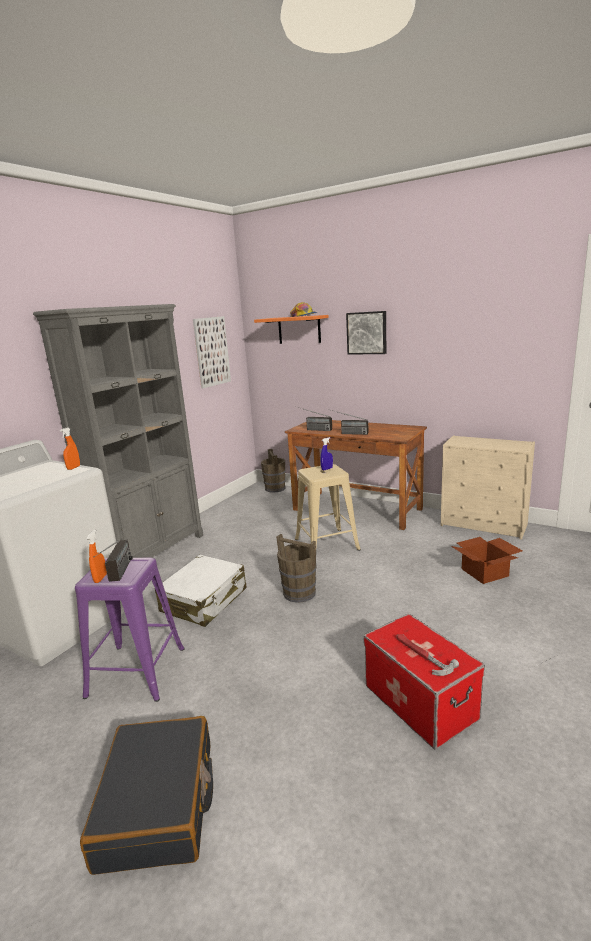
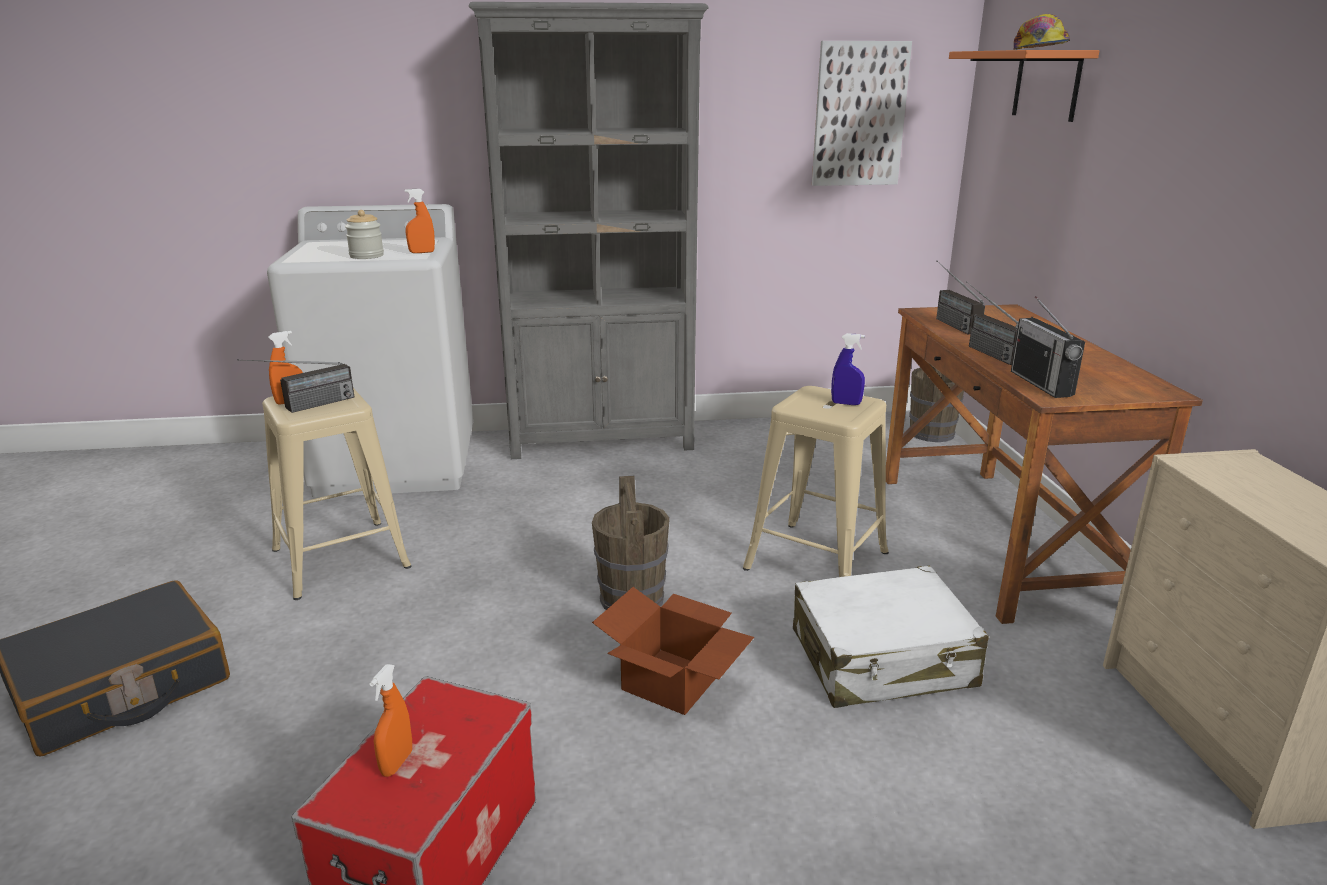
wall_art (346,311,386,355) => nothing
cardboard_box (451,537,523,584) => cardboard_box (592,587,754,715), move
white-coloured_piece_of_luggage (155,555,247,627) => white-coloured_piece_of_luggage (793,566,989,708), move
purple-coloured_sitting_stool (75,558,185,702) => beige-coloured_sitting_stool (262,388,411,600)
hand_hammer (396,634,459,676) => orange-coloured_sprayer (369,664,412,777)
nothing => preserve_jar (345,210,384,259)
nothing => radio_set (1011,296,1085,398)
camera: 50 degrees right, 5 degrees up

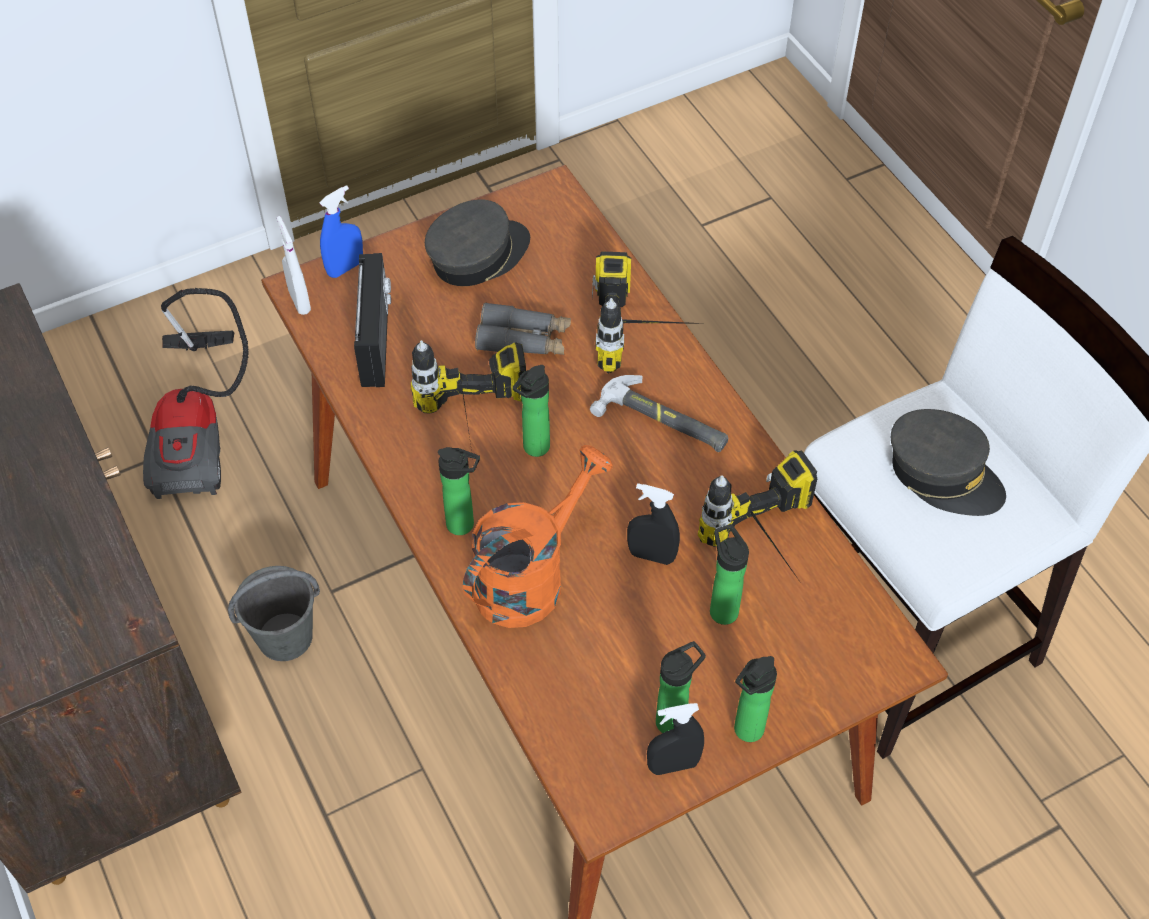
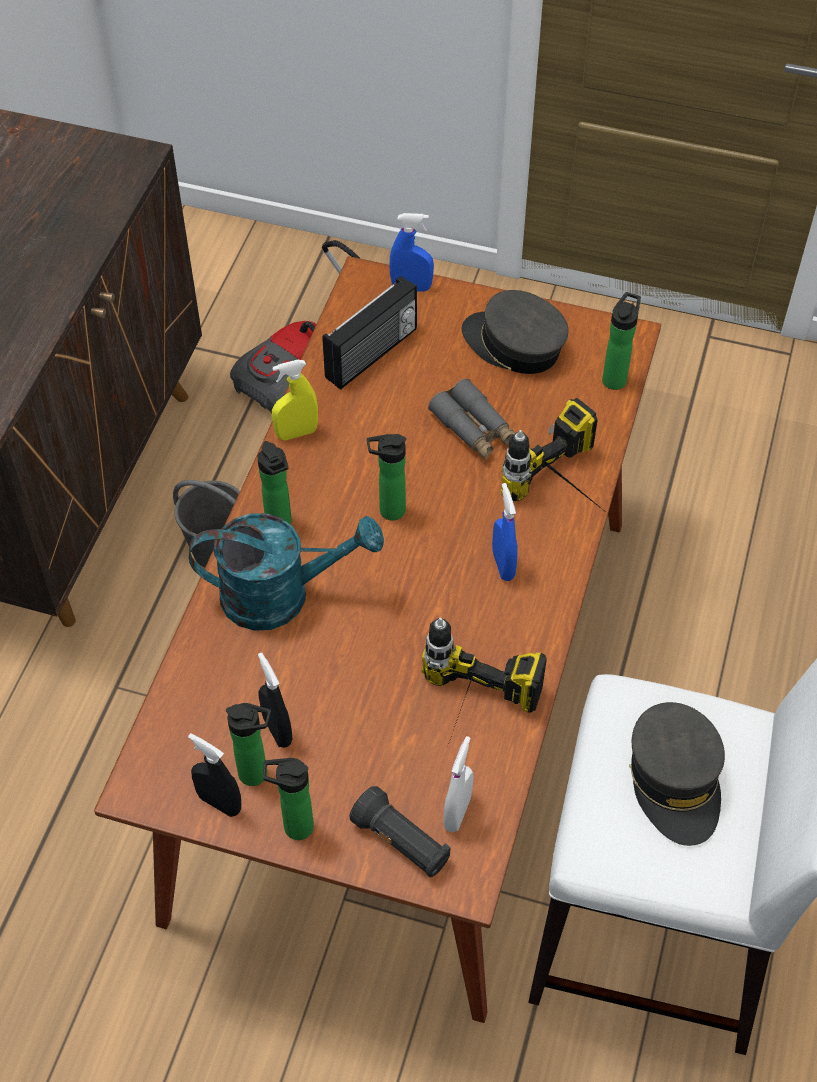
grey_baseball_cap (425,199,530,286) => grey_baseball_cap (462,290,568,374), 150 degrees counterclockwise
white-coloured_sprayer (277,216,311,315) => white-coloured_sprayer (443,736,473,832), move
drill (411,340,526,451) => nothing
hand_hammer (590,375,728,452) => blue-coloured_sprayer (492,483,517,581)
orange-coloured_watering_can (463,445,613,628) => blue-green_watering_can (189,513,384,631)
blackish_sprayer (627,483,680,565) => blackish_sprayer (258,653,292,748), move
drink_bottle (710,524,749,625) => drink_bottle (602,292,641,390), move
nothing => yellow_sprayer (272,360,318,440)
nothing => blackish_flashlight (349,786,450,877)
camera: 45 degrees right, 0 degrees up

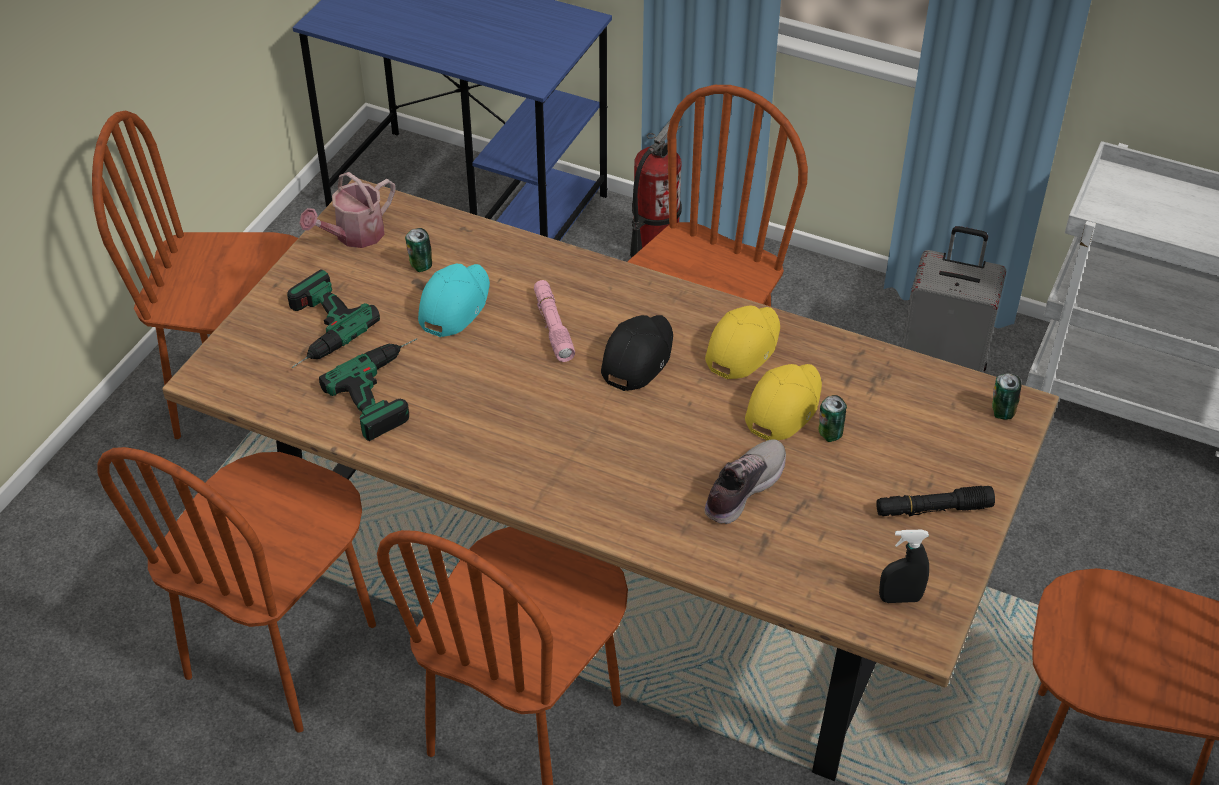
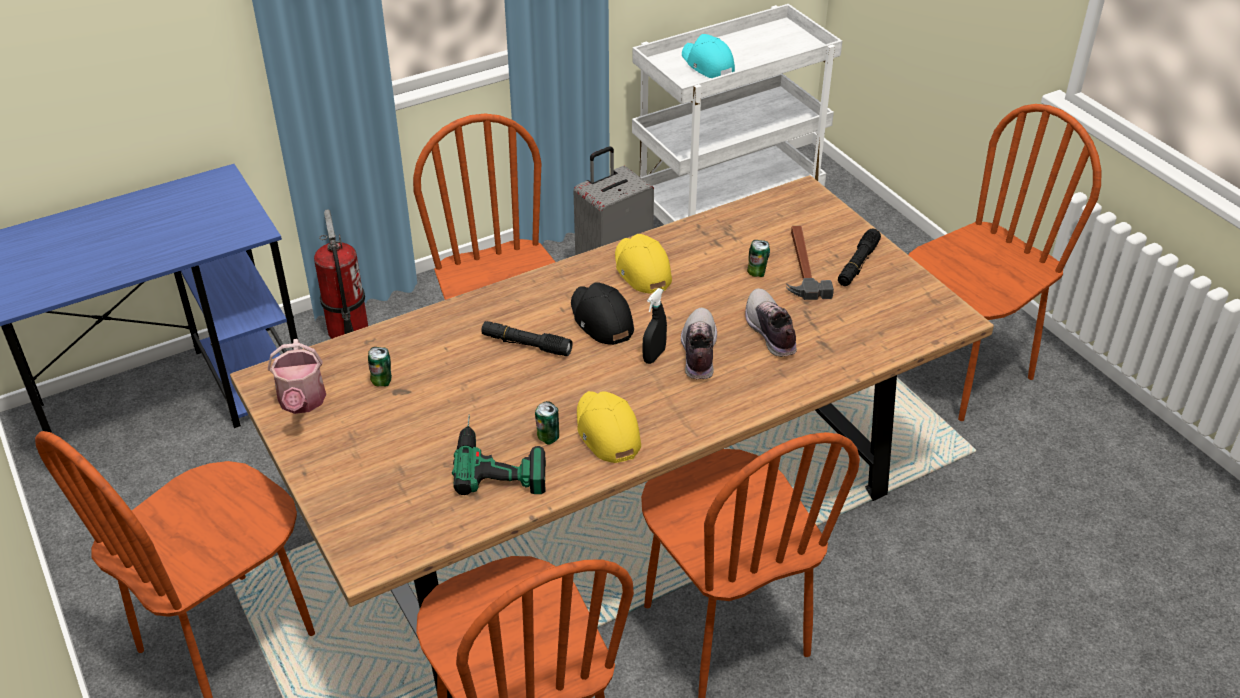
blue-green_baseball_cap (418,264,490,337) => blue-green_baseball_cap (682,34,735,78), move
drill (287,269,380,368) => nothing
pink-coloured_flashlight (534,280,575,362) => blackish_flashlight (481,321,573,356)
yellow_baseball_cap (745,364,822,440) => yellow_baseball_cap (577,391,641,463), move
can (992,373,1022,420) => can (535,401,559,445), move
blackish_sprayer (879,530,929,603) => blackish_sprayer (642,288,667,364), move
nothing => hand_hammer (786,226,834,300)
nothing => low_shoe (681,308,717,380)
camera: 55 degrees left, 5 degrees down

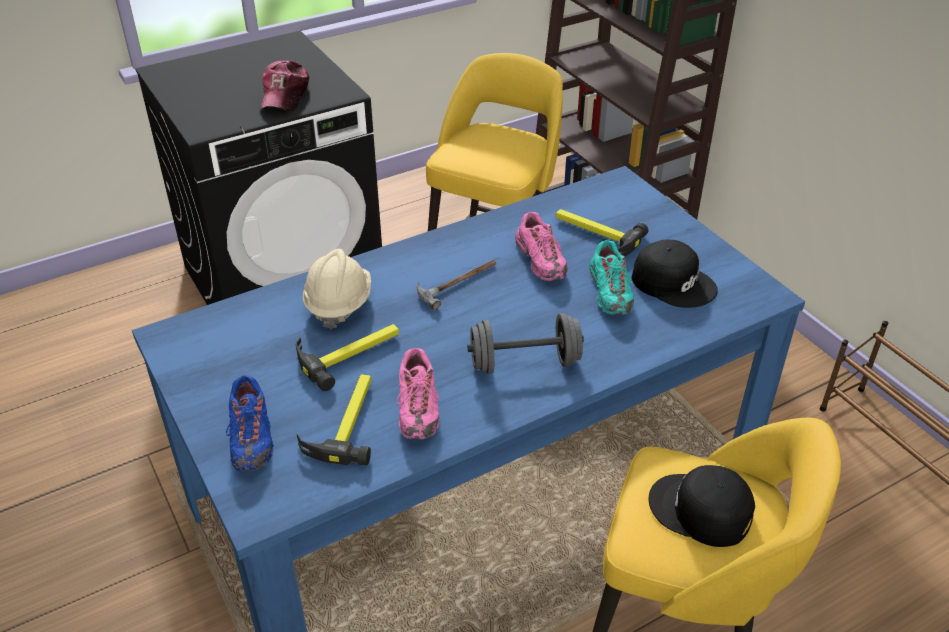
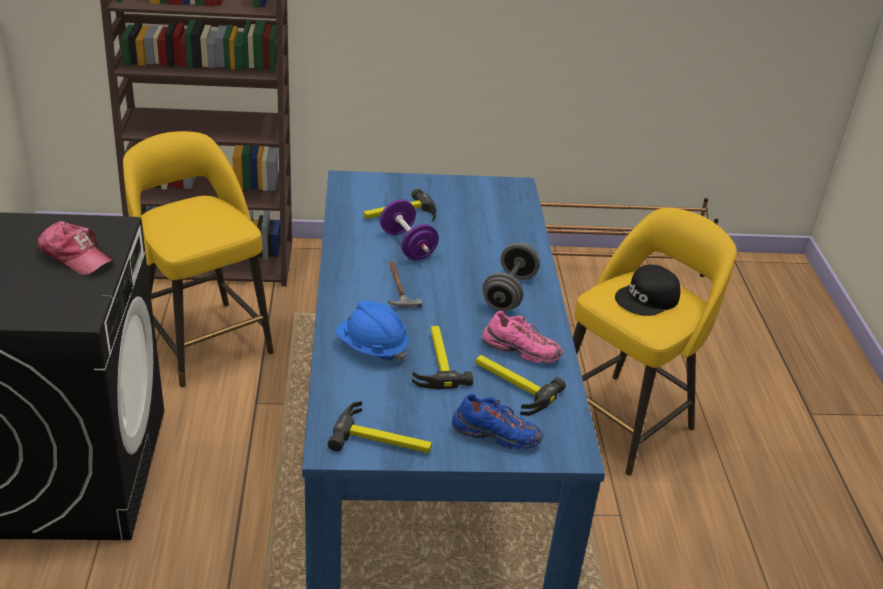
pink-coloured_low_shoe (515,212,568,281) => purple-coloured_hand_weight (380,199,439,260)
blue-green_low_shoe (590,240,634,315) => nothing
blackish_baseball_cap (632,240,718,308) => nothing
beige-coloured_work_helmet (303,249,371,329) => blue-coloured_work_helmet (336,301,409,362)
nothing => hand_hammer (328,401,432,453)
camera: 65 degrees left, 5 degrees down

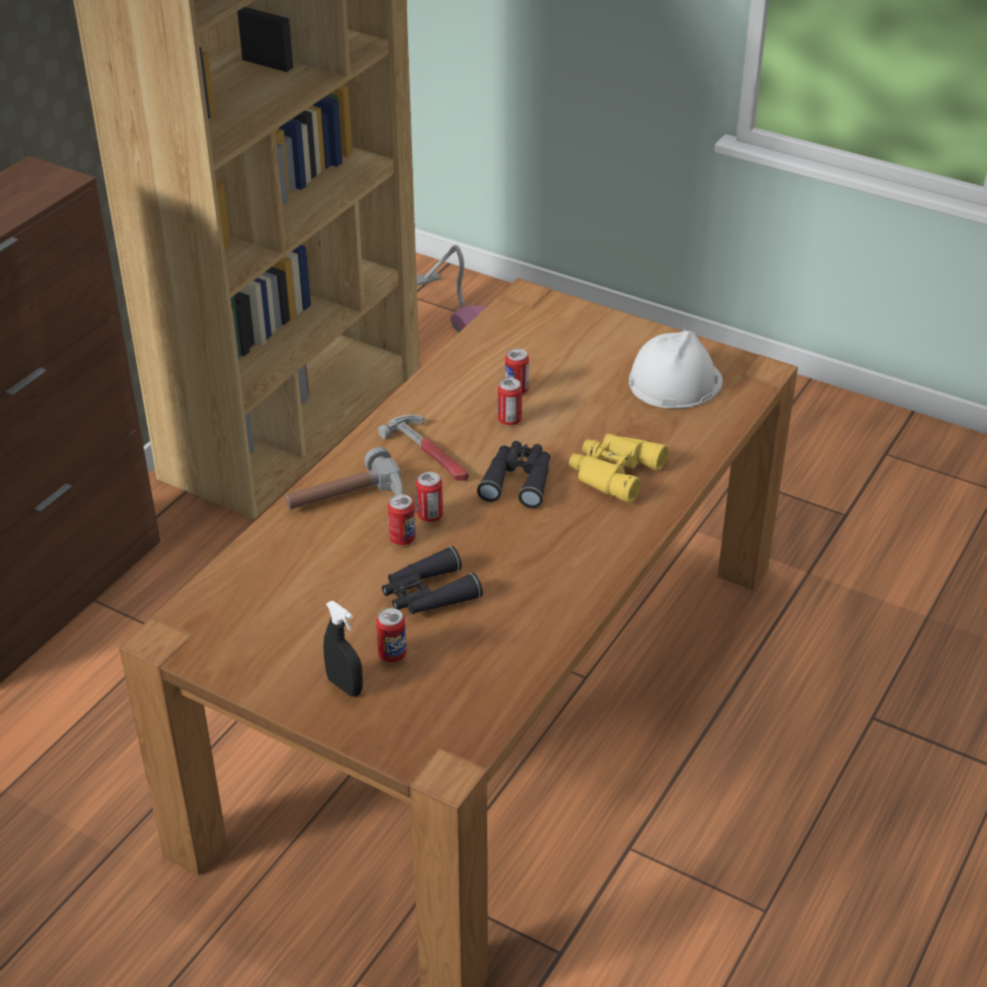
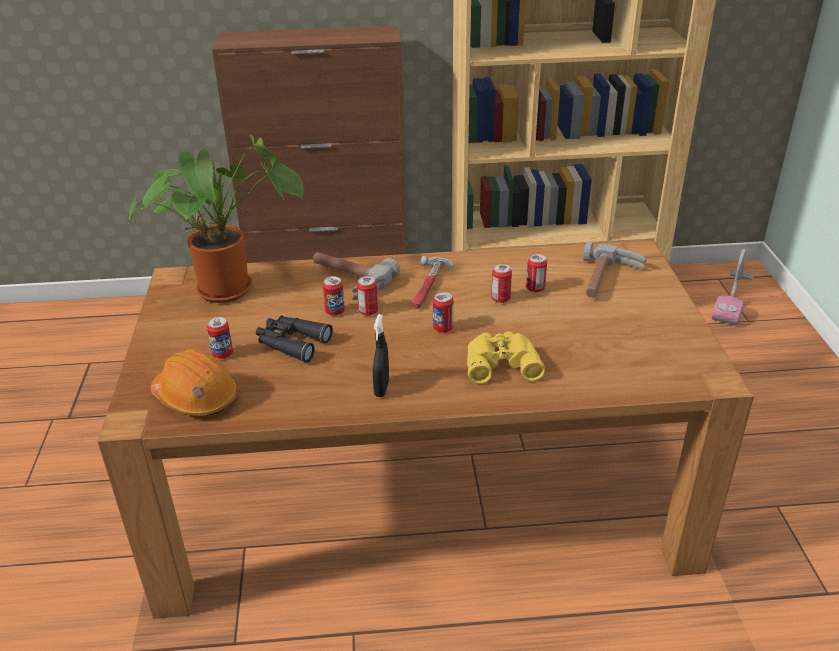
white-coloured_work_helmet (629,331,723,409) => nothing
blackish_field_glasses (477,441,550,508) => can (433,292,453,333)
blackish_sprayer (324,601,363,696) => blackish_sprayer (373,314,389,397), move
nothing => houseplant (128,134,304,303)
nothing => hand_hammer (583,241,647,297)
nothing => orange-coloured_work_helmet (151,349,239,416)
camera: 55 degrees right, 5 degrees down

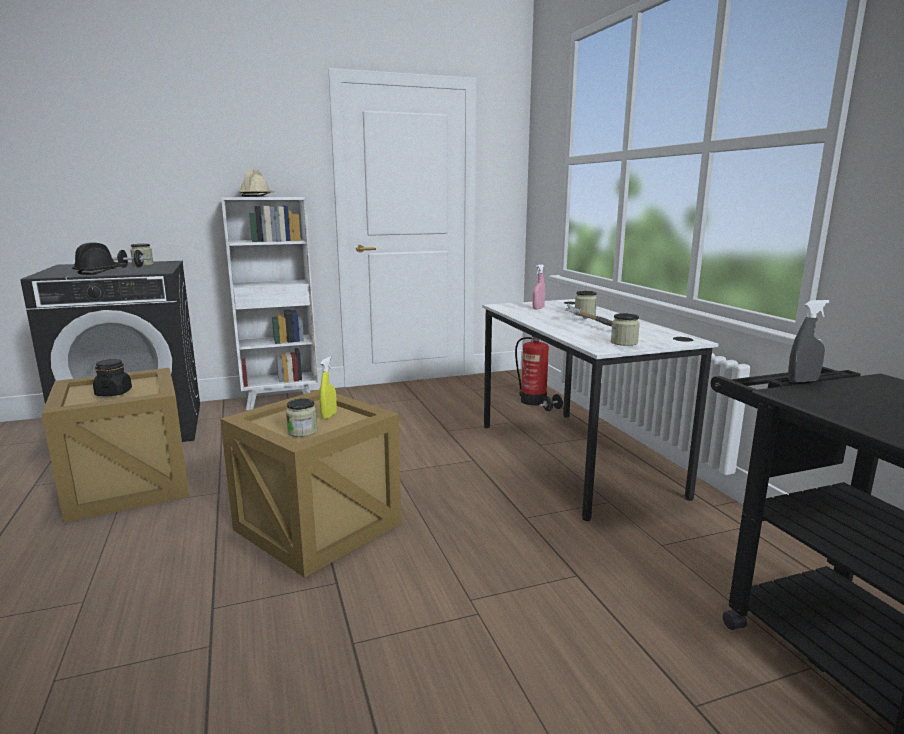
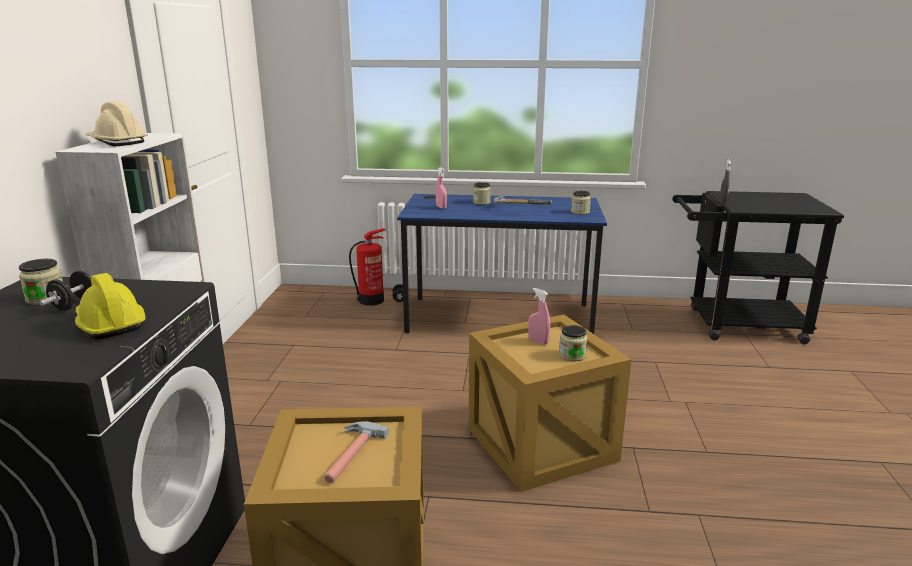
blackish_work_helmet (72,243,128,275) => yellow_work_helmet (75,273,146,339)
white-coloured_desk_table (482,299,719,521) => blue-coloured_desk_table (397,194,607,334)
yellow_sprayer (319,356,337,419) => pink-coloured_sprayer (528,288,550,345)
blackish_preserve_jar (93,359,132,396) => hand_hammer (325,421,389,483)
camera: 65 degrees left, 5 degrees up

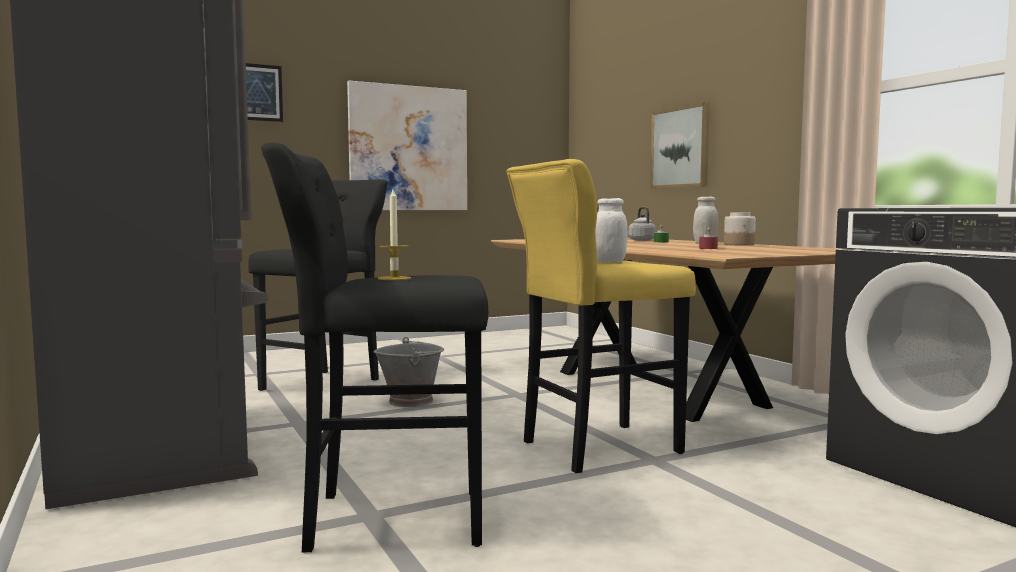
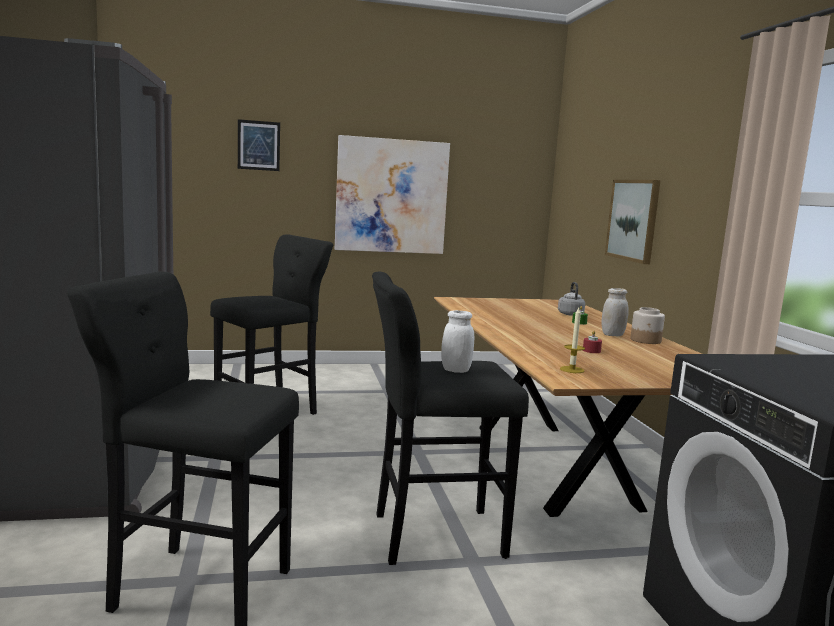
yellow_sitting_stool (506,159,696,473) => blackish_sitting_stool (372,272,529,565)
wax_light (378,189,411,280) => wax_light (560,308,585,373), move
grey_pail (374,337,444,407) => nothing
camera: 15 degrees right, 5 degrees up

